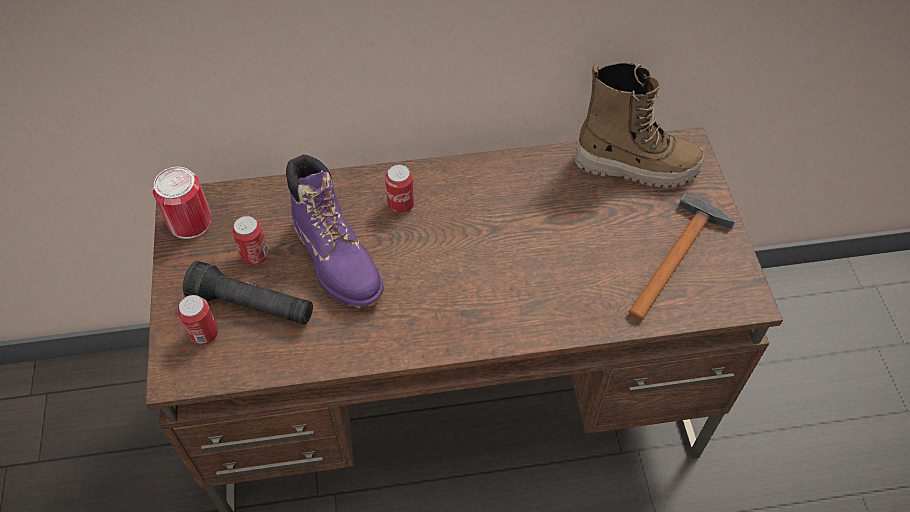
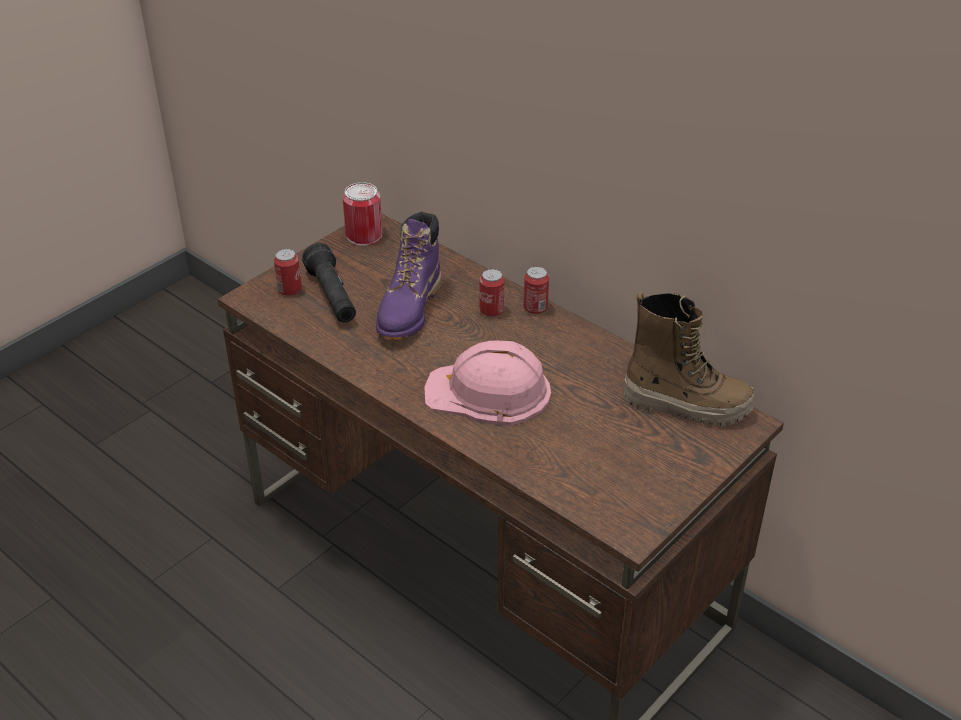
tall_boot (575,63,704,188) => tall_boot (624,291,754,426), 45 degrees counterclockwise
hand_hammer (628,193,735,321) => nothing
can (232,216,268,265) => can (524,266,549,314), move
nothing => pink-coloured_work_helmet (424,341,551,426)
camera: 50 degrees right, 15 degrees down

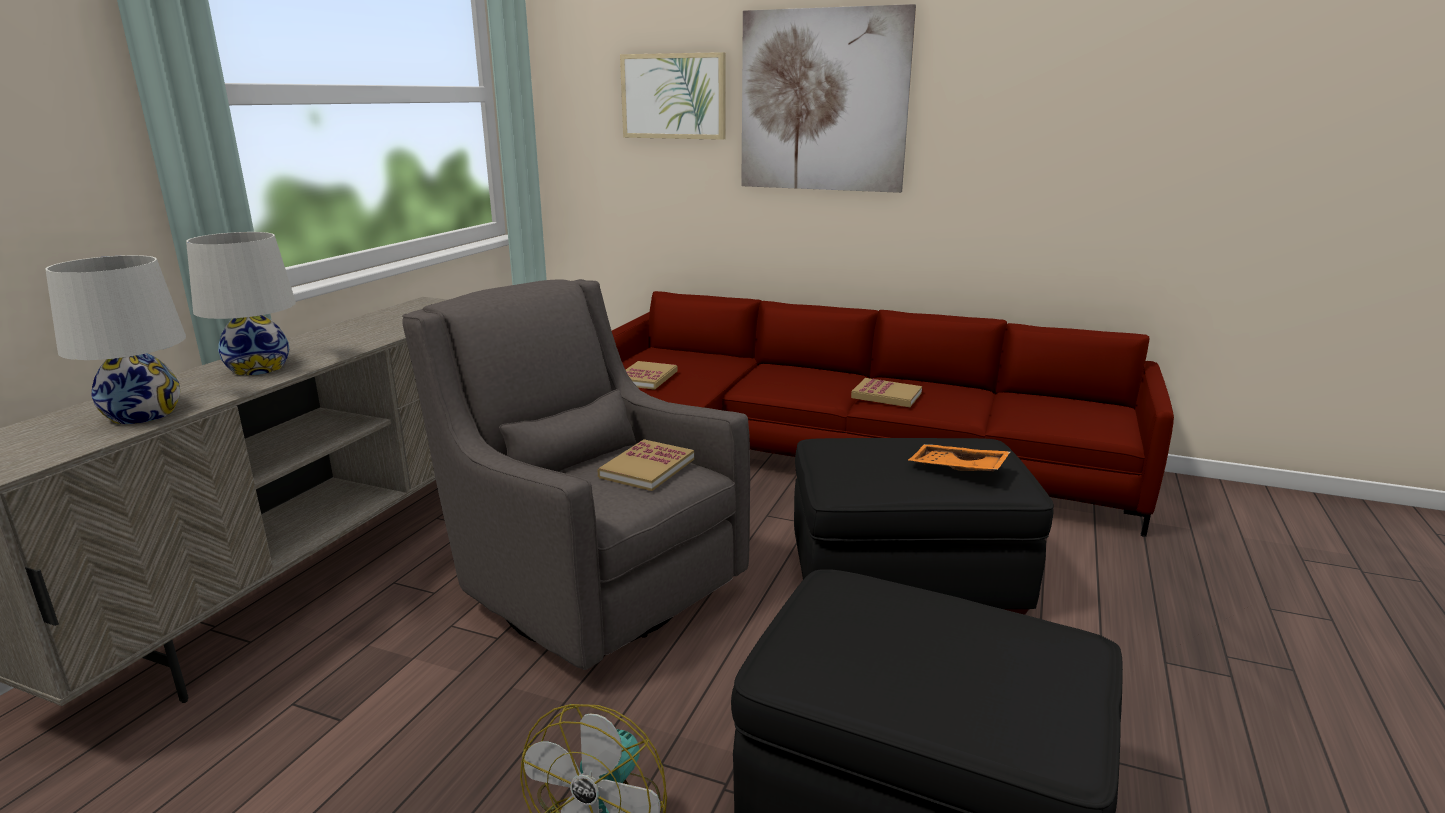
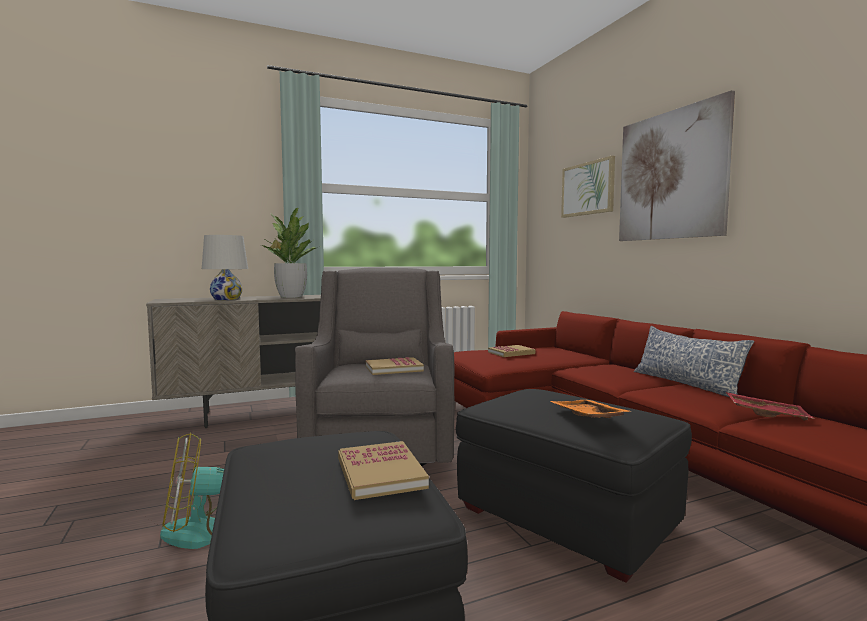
white-coloured_lamp_for_a_table (186,232,296,375) => houseplant (261,208,321,298)
volume (851,378,922,407) => volume (338,441,429,500), move
nothing => throw_pillow (634,326,754,397)
nothing => red_carrying_tray (726,392,815,421)
camera: 45 degrees right, 15 degrees down

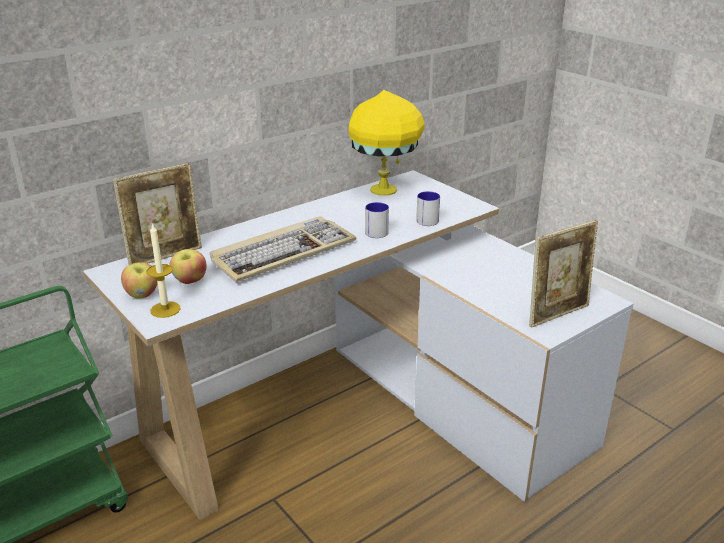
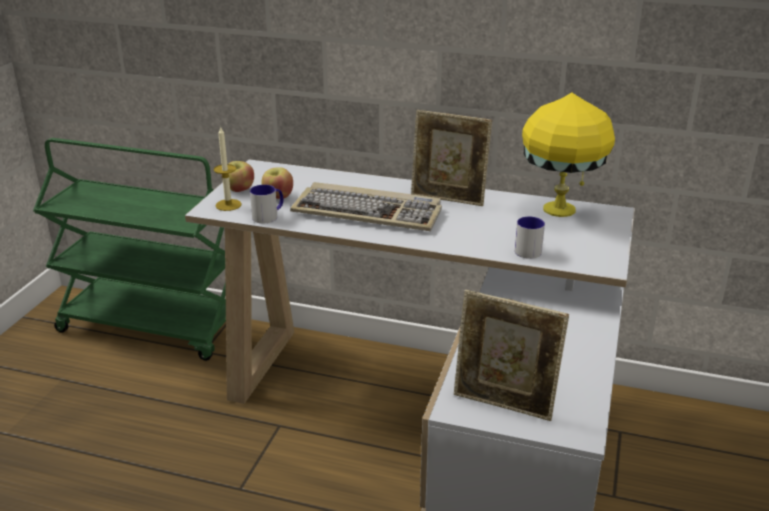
photo_frame (113,163,202,265) => photo_frame (411,110,492,206), move
coffee_mug (365,202,389,238) => coffee_mug (250,185,283,223), move
camera: 55 degrees right, 0 degrees up

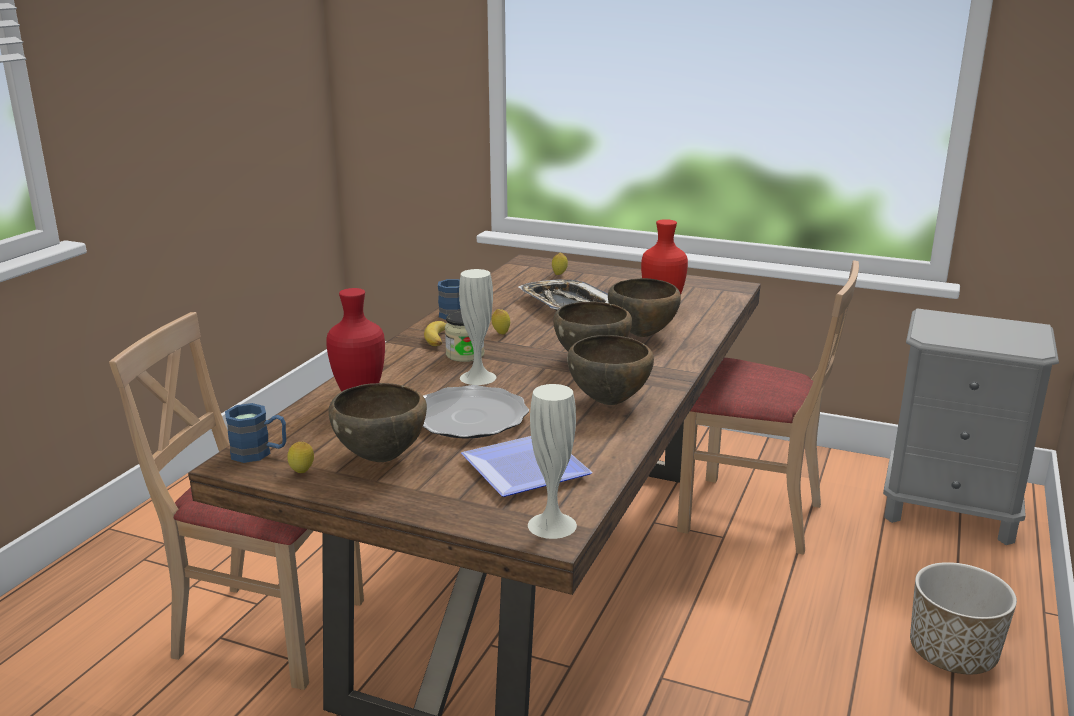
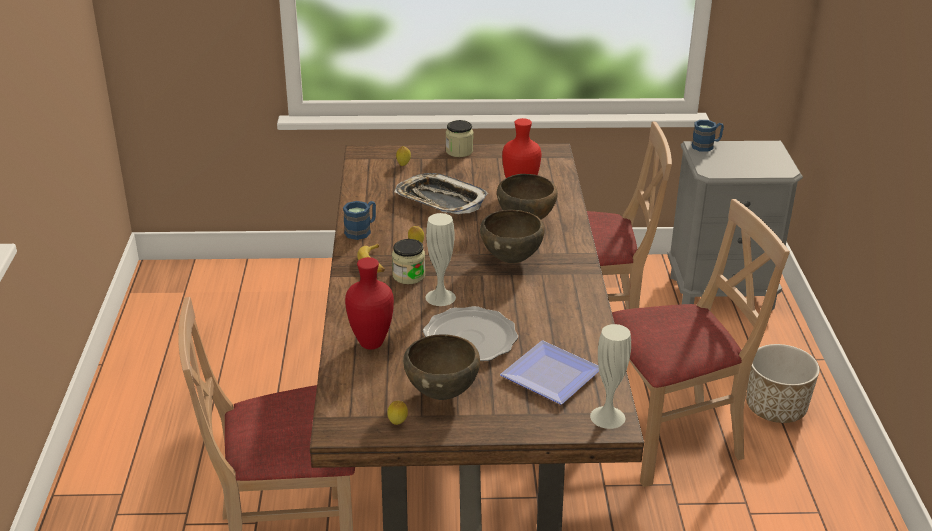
brownish_deep_dish (567,335,654,405) => nothing
blue-coloured_coffee_mug (225,403,286,463) => blue-coloured_coffee_mug (692,120,724,152), move
nothing => preserve_jar (446,120,473,157)
nothing => beige-coloured_upright_chair (612,199,790,487)
camera: 25 degrees left, 10 degrees up

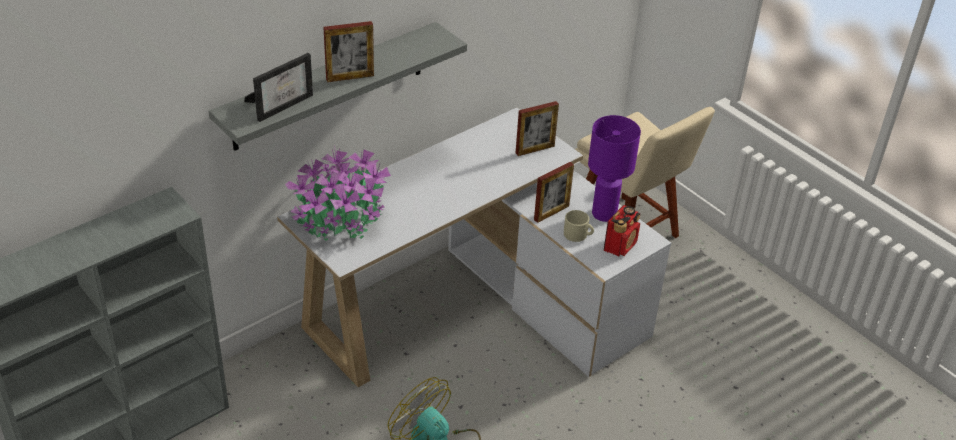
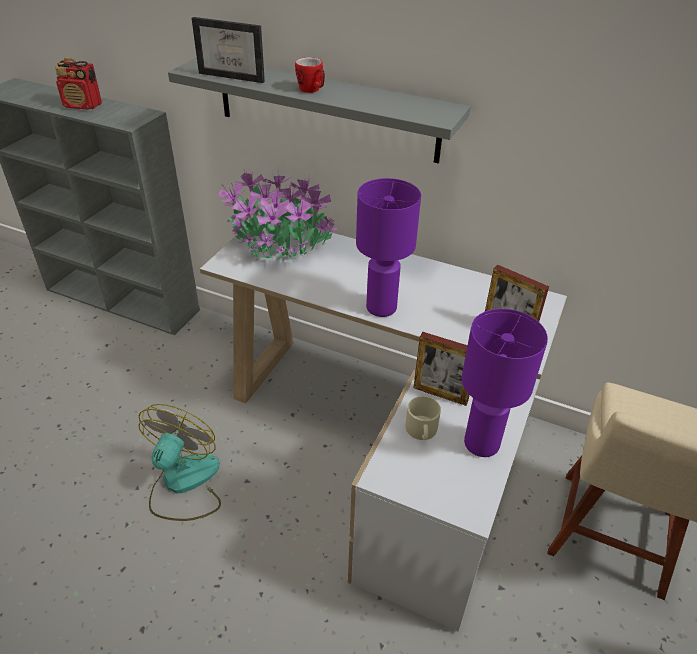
photo_frame (323,21,374,82) => coffee_mug (295,57,325,93)
radio_set (604,205,640,257) => radio_set (55,57,102,110), move
nothing => purple-coloured_lamp_for_a_table (356,178,421,317)
camera: 65 degrees right, 0 degrees up

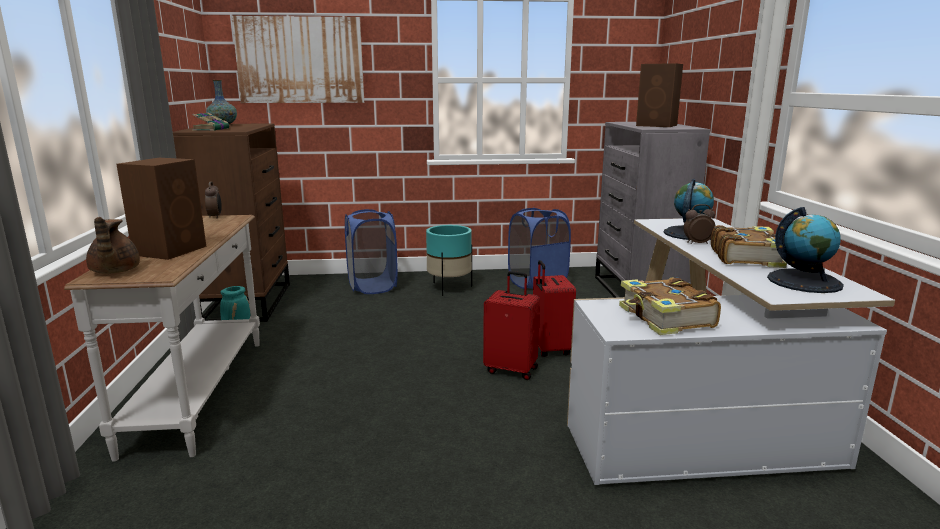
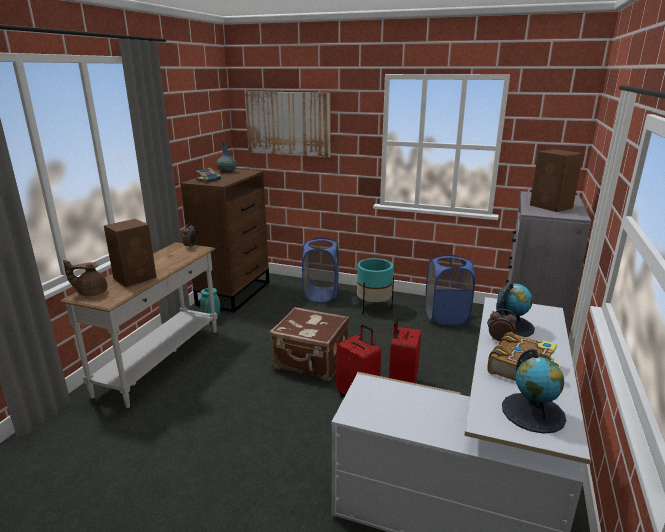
brownish_pot_for_tea (86,217,140,274) => brownish_pot_for_tea (63,260,107,296), 75 degrees clockwise
volume (619,277,721,335) => nothing
nothing => brownish_piece_of_luggage (270,307,349,381)
camera: 25 degrees right, 5 degrees up

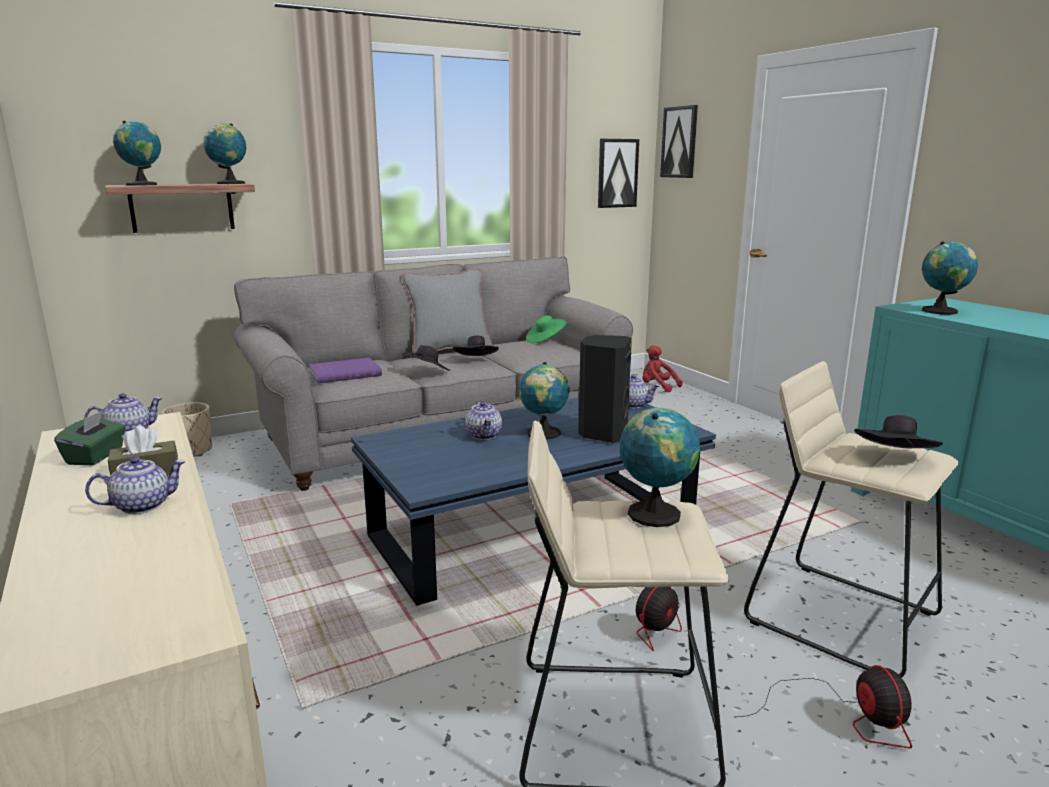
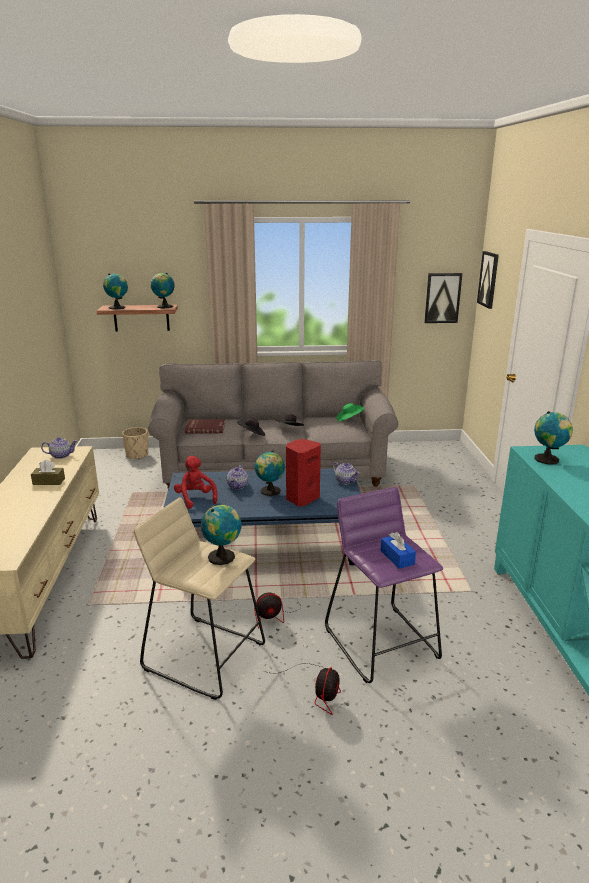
grey_throw_pillow (402,268,492,353) => nothing
blackish_speaker (578,335,632,443) => red_speaker (286,439,321,506)
red_cuddly_toy (642,345,683,392) => red_cuddly_toy (174,456,217,509), move
purple-coloured_volume (308,357,382,384) => red_volume (185,419,225,434)
beige-coloured_sitting_stool (744,361,959,678) => purple-coloured_sitting_stool (325,487,443,683)
greenish_box_of_tissues (54,410,126,465) => nothing
blackish_clothing_hat (854,415,943,448) => blue-coloured_box_of_tissues (381,532,416,569)
pot_for_tea (85,456,186,514) => nothing
camera: 25 degrees right, 5 degrees up

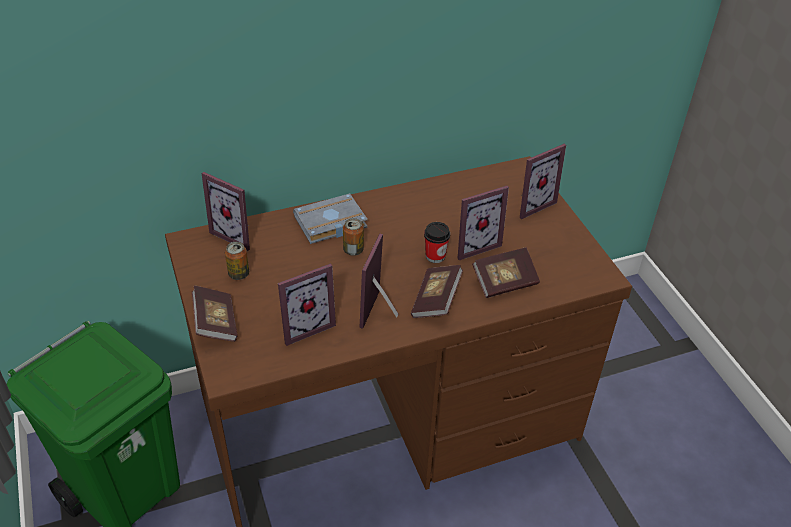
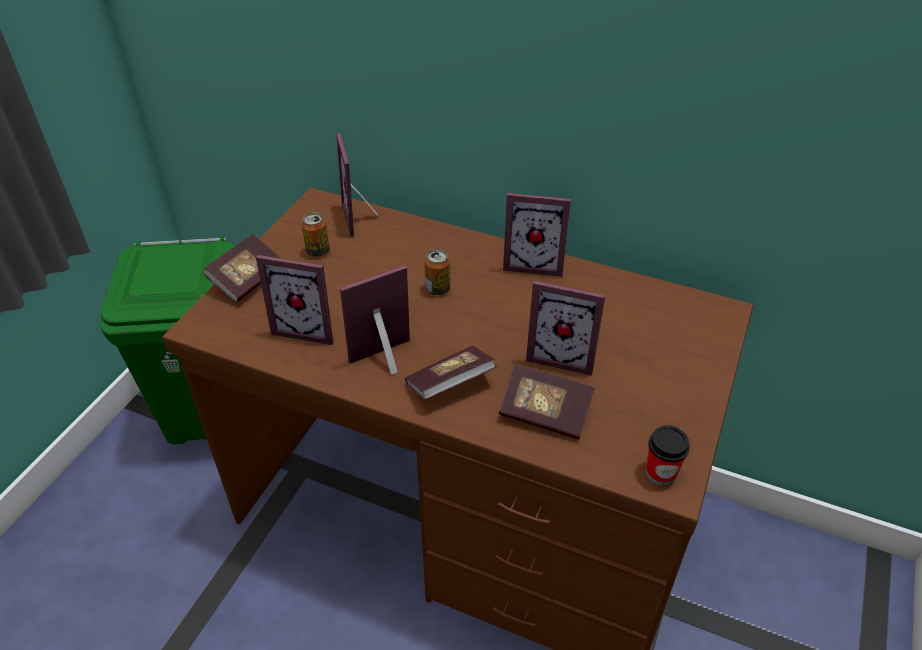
photo_frame (520,144,566,219) => photo_frame (503,193,571,277), move
grey_volume (293,193,368,244) => nothing
small_cup (424,222,450,263) => small_cup (646,425,690,486), move
camera: 45 degrees right, 0 degrees up

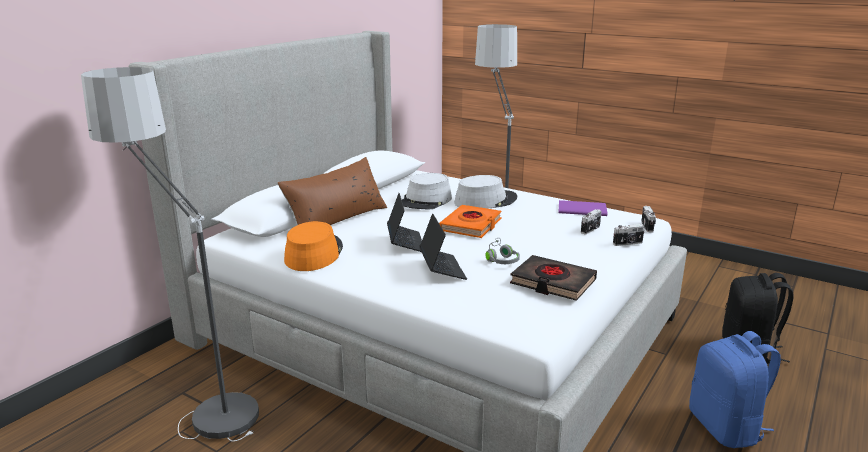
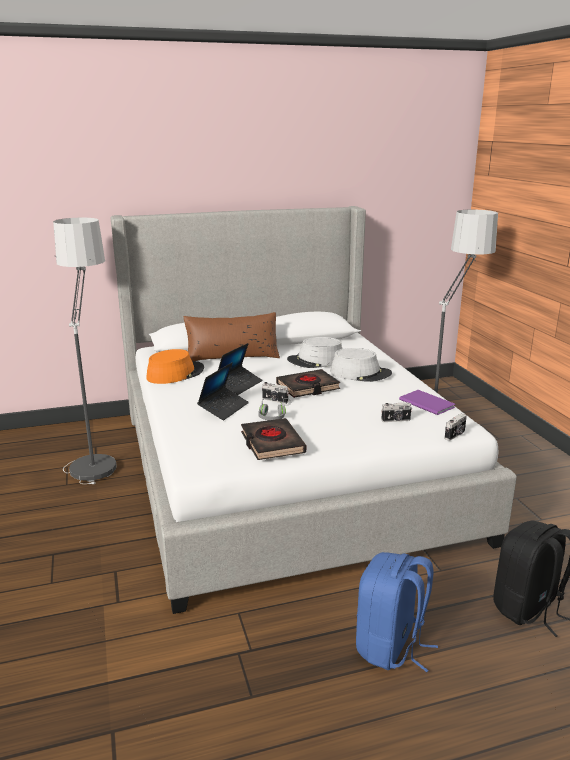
orange-coloured_volume (439,205,502,238) => blackish_volume (276,369,340,398)
still_camera (613,224,645,246) => still_camera (262,382,289,404), move
camera: 40 degrees right, 0 degrees up

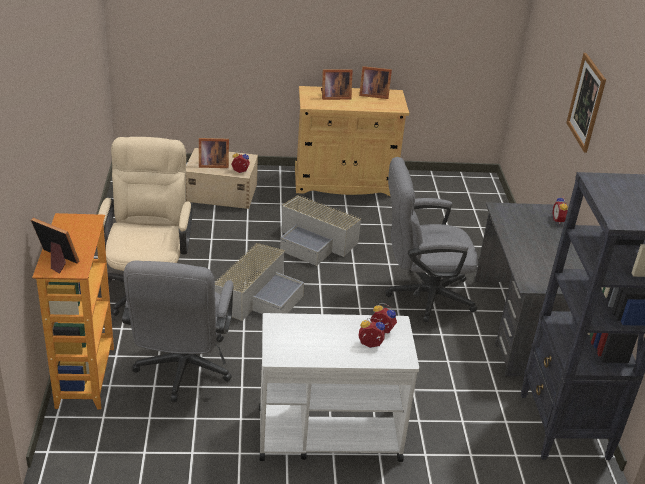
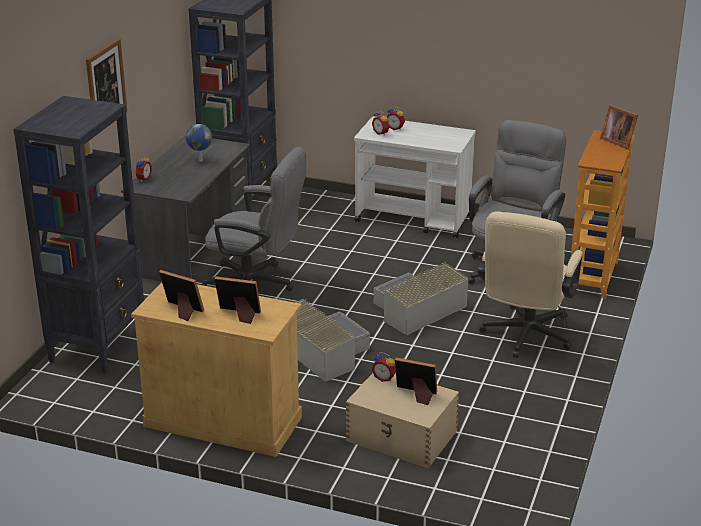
nothing => blackish_bookshelf (13,96,144,374)
nothing => globe (186,124,212,162)
camera: 155 degrees left, 5 degrees down

